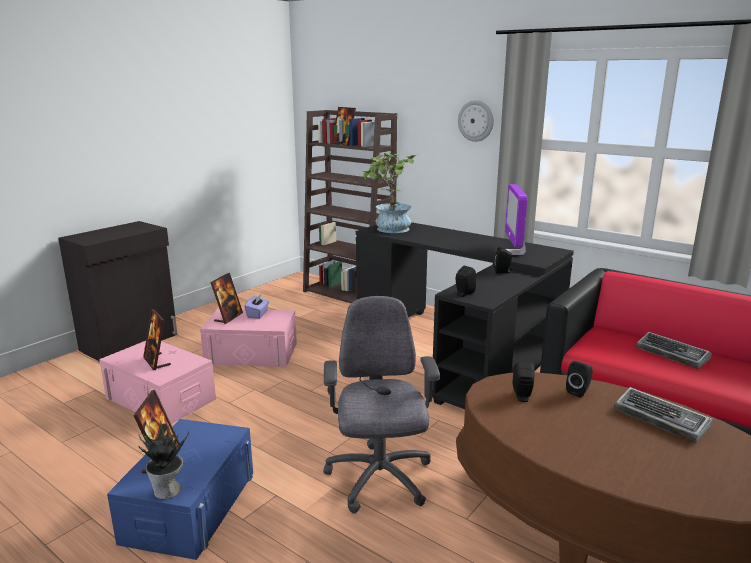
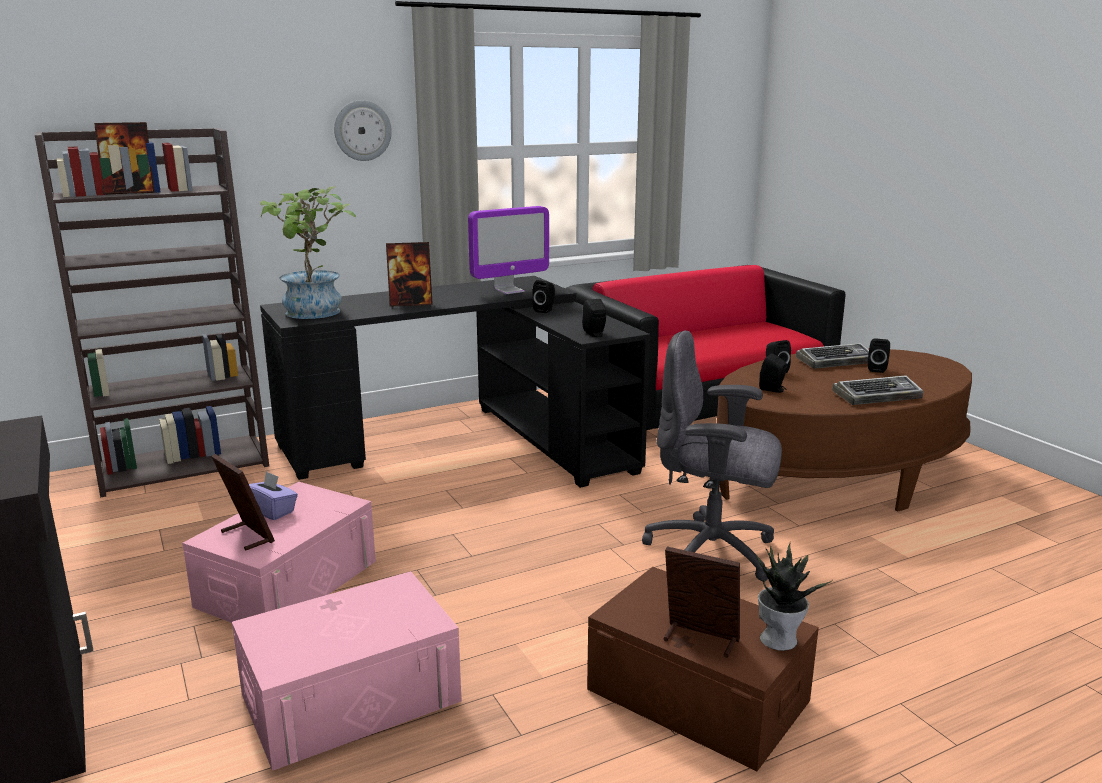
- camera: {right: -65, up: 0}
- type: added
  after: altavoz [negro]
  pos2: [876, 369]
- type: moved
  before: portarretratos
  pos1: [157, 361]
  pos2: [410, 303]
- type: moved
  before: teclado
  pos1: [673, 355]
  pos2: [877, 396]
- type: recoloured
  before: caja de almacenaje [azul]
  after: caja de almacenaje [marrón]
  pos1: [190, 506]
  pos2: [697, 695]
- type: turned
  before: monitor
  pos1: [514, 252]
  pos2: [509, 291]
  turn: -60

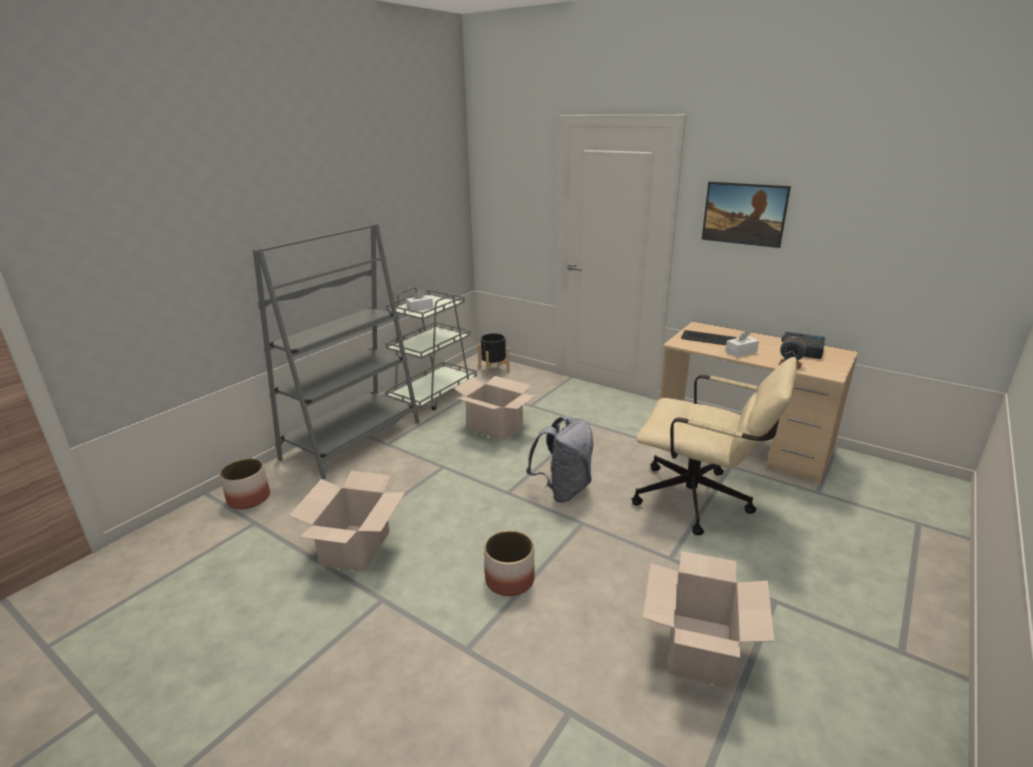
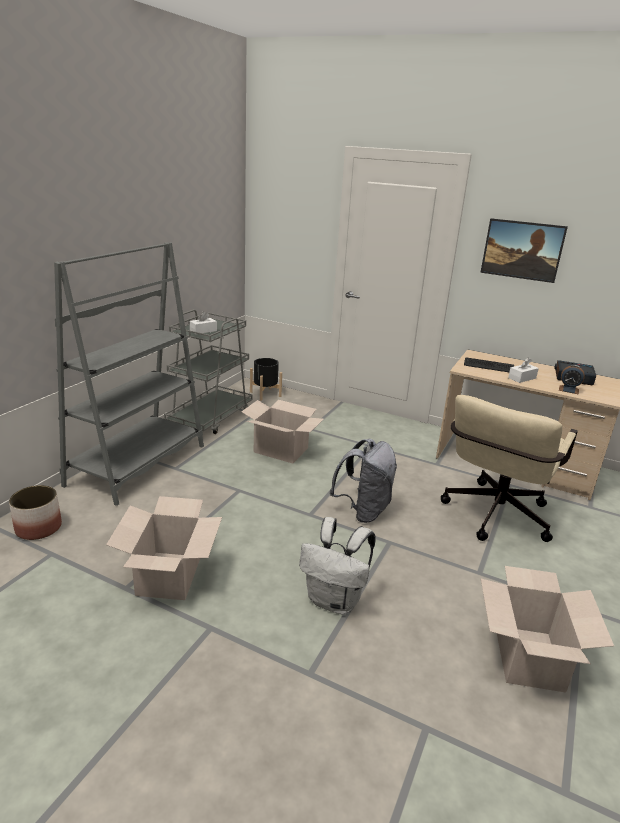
- camera: {right: -10, up: 0}
- type: replaced
  before: maceta
  after: mochila [blanco]
  pos1: [510, 579]
  pos2: [335, 600]
- type: turned
  before: silla de oficina [beis]
  pos1: [702, 501]
  pos2: [493, 518]
  turn: 105

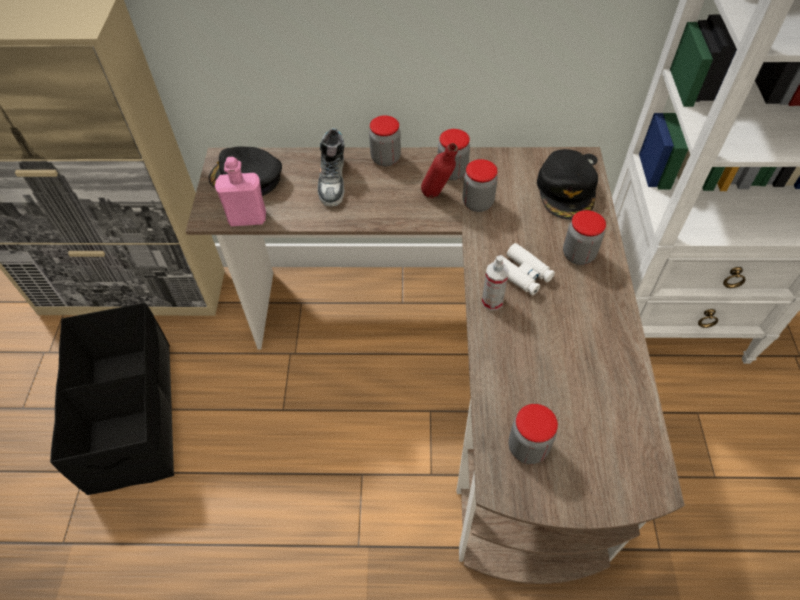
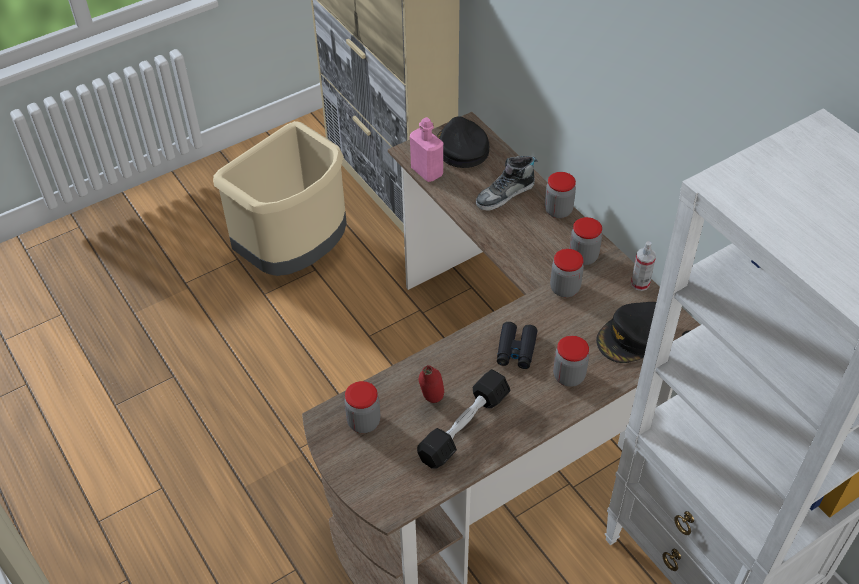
- camera: {right: 55, up: -5}
- type: added
  after: mancuerna [negro]
  pos2: [464, 427]
- type: moved
  before: botella [rojo]
  pos1: [438, 197]
  pos2: [432, 404]
- type: moved
  before: pulverizador
  pos1: [492, 301]
  pos2: [640, 283]
- type: replaced
  before: caja de almacenaje [negro]
  after: papelera [beis]
  pos1: [133, 415]
  pos2: [296, 254]
- type: recoloured
  before: prismáticos [blanco]
  after: prismáticos [negro]
  pos1: [522, 274]
  pos2: [516, 350]

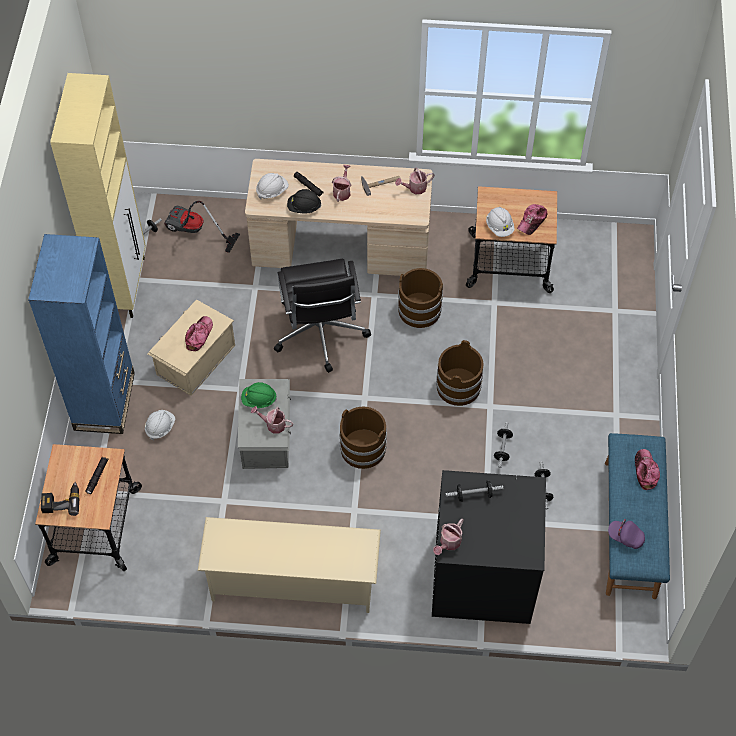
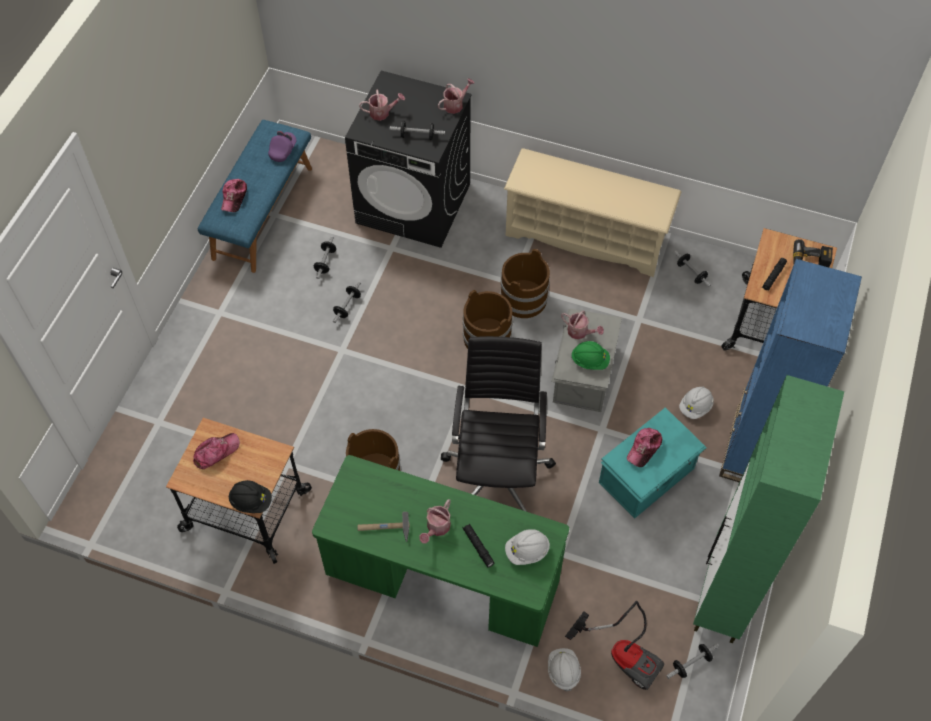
- camera: {right: -165, up: 0}
- type: added
  after: mancuerna
  pos2: [691, 273]
- type: moved
  before: casco [negro]
  pos1: [304, 207]
  pos2: [251, 501]
- type: moved
  before: regadera
  pos1: [414, 188]
  pos2: [382, 113]
- type: moved
  before: cubo [marrón]
  pos1: [458, 387]
  pos2: [523, 298]
- type: moved
  before: casco [blanco]
  pos1: [499, 227]
  pos2: [563, 671]
- type: recoloured
  before: armario [beis]
  after: armario [verde]
  pos1: [124, 285]
  pos2: [723, 595]
- type: recoloured
  before: caja de almacenaje [beis]
  after: caja de almacenaje [turquesa]
  pos1: [194, 359]
  pos2: [648, 476]
- type: recoloured
  before: escritorio [beis]
  after: escritorio [verde]
  pos1: [341, 250]
  pos2: [442, 579]
- type: turned
  before: gorra [morado]
  pos1: [625, 537]
  pos2: [283, 151]
  turn: -105

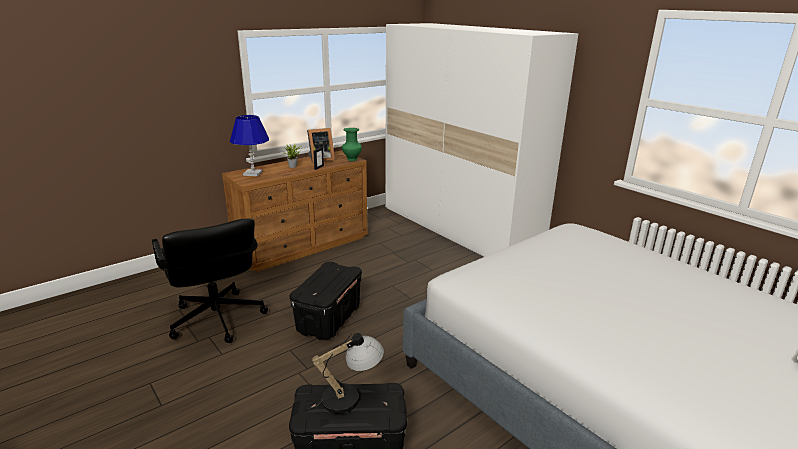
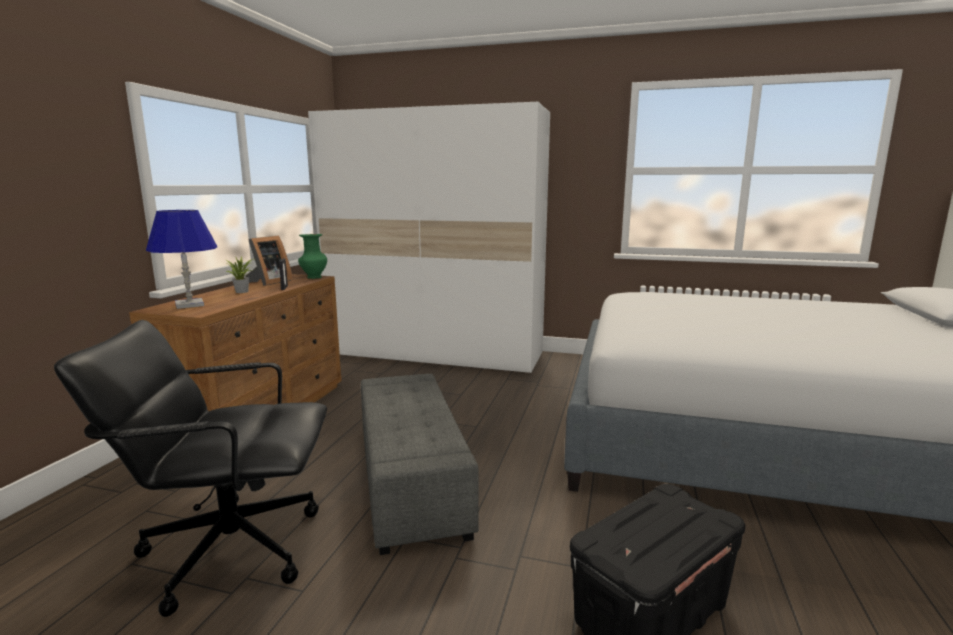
- camera: {right: -35, up: -10}
- type: removed
  before: lámpara de mesa
  pos1: [350, 396]
- type: replaced
  before: caja de almacenaje [negro]
  after: puf [gris]
  pos1: [329, 319]
  pos2: [410, 480]
- type: turned
  before: silla de oficina [negro]
  pos1: [217, 319]
  pos2: [230, 548]
  turn: 150

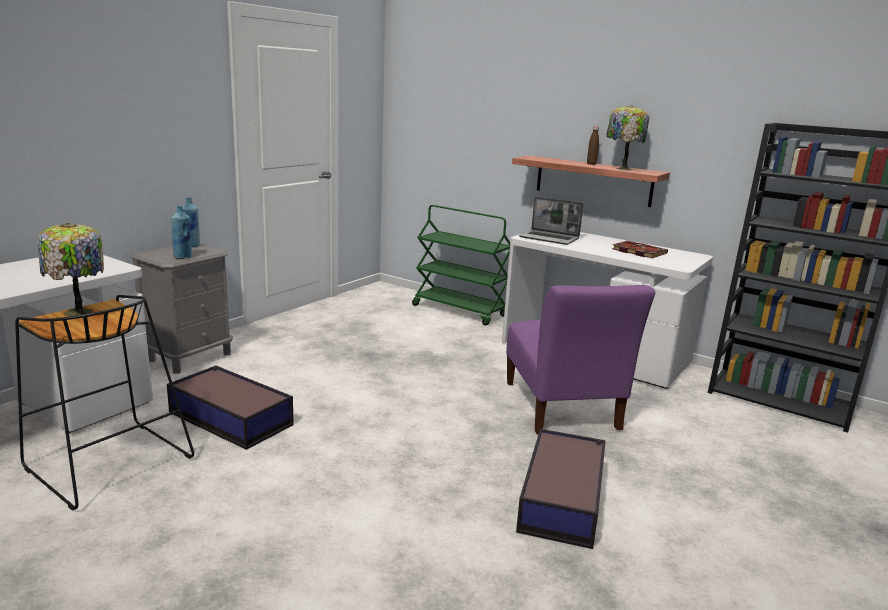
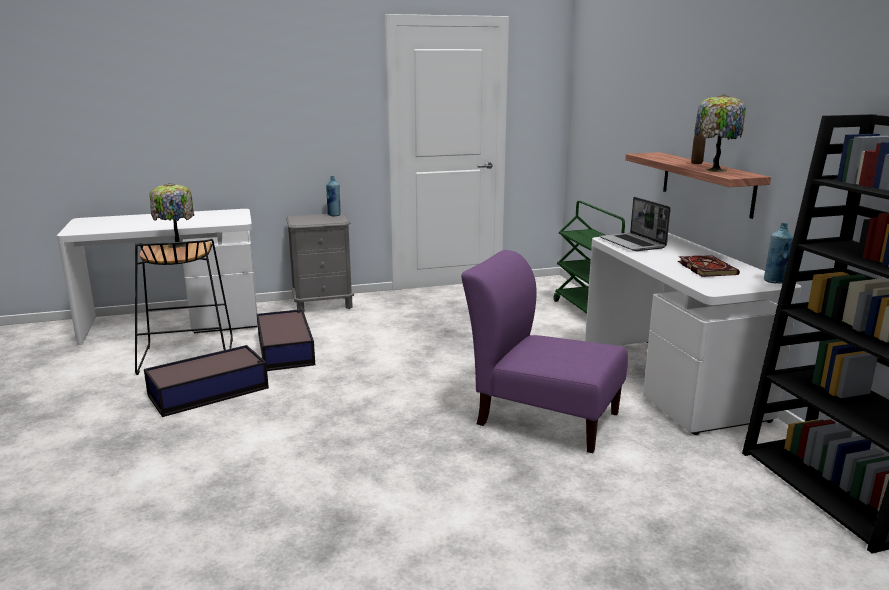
- camera: {right: 40, up: 0}
- type: moved
  before: botella [azul]
  pos1: [183, 257]
  pos2: [774, 281]
- type: moved
  before: caja de almacenaje
  pos1: [563, 498]
  pos2: [210, 391]
- type: turned
  before: silla [morado]
  pos1: [562, 408]
  pos2: [542, 417]
  turn: 90

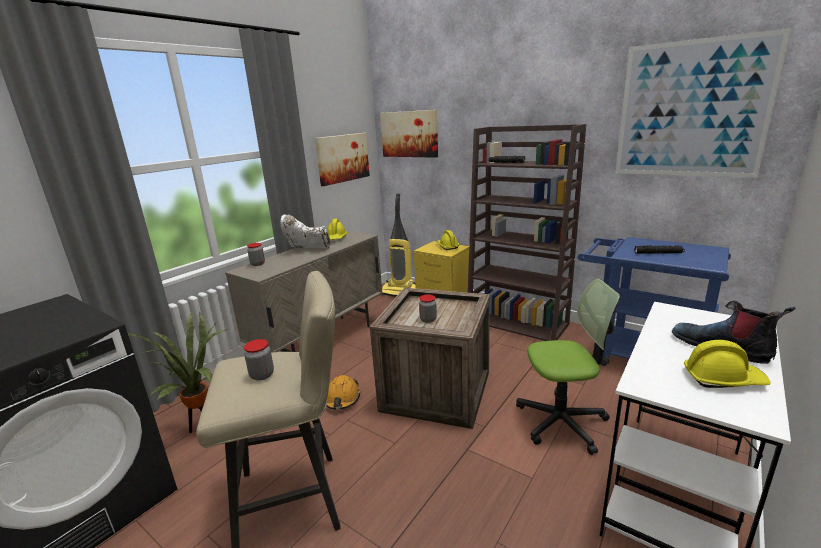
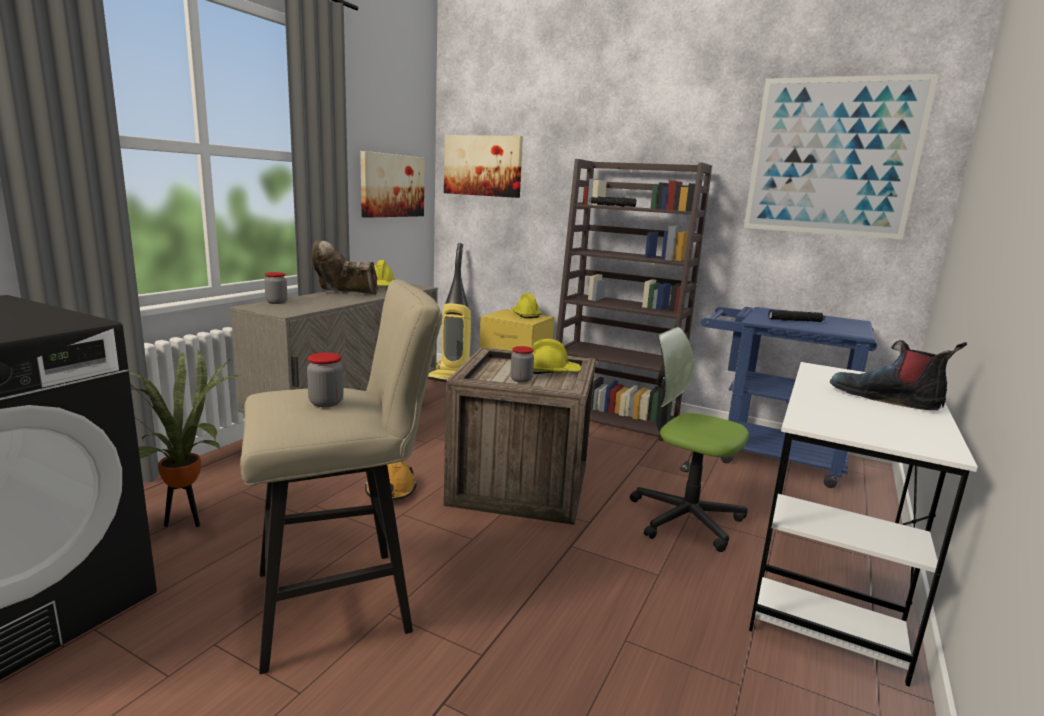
- camera: {right: -10, up: -5}
- type: moved
  before: casco [amarillo]
  pos1: [723, 379]
  pos2: [553, 371]
- type: recoloured
  before: bota [blanco]
  after: bota [marrón]
  pos1: [307, 250]
  pos2: [344, 294]
- type: turned
  before: silla de oficina
  pos1: [561, 421]
  pos2: [685, 518]
  turn: -135

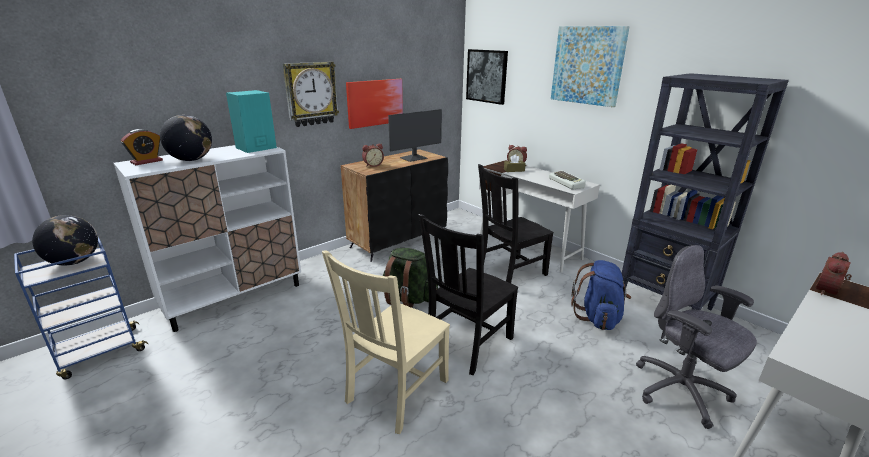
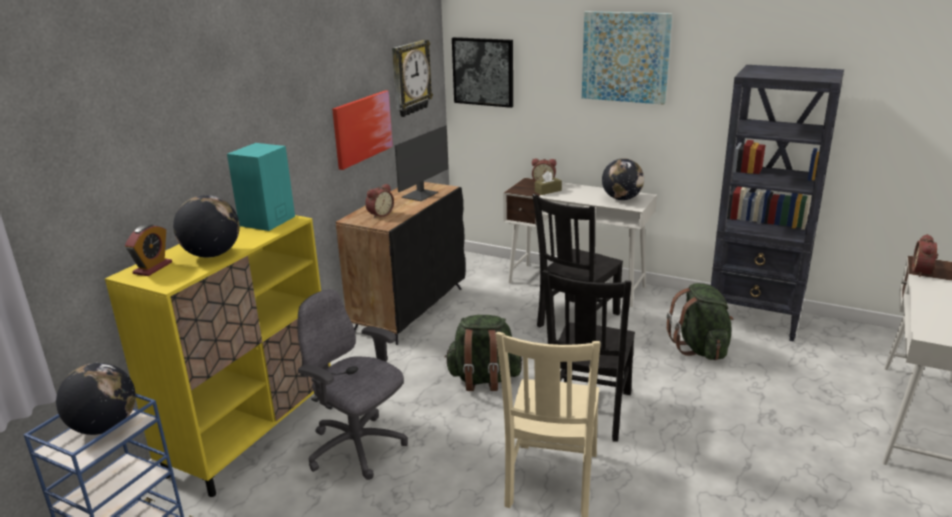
- camera: {right: -20, up: 0}
- type: moved
  before: reloj de pared
  pos1: [311, 94]
  pos2: [410, 78]
- type: moved
  before: silla de oficina [gris]
  pos1: [681, 392]
  pos2: [357, 449]
- type: replaced
  before: teclado
  after: globo terráqueo
  pos1: [567, 183]
  pos2: [622, 199]
- type: recoloured
  before: armario [blanco]
  after: armario [amarillo]
  pos1: [234, 297]
  pos2: [252, 433]
- type: recoloured
  before: mochila [azul]
  after: mochila [verde]
  pos1: [598, 317]
  pos2: [700, 348]

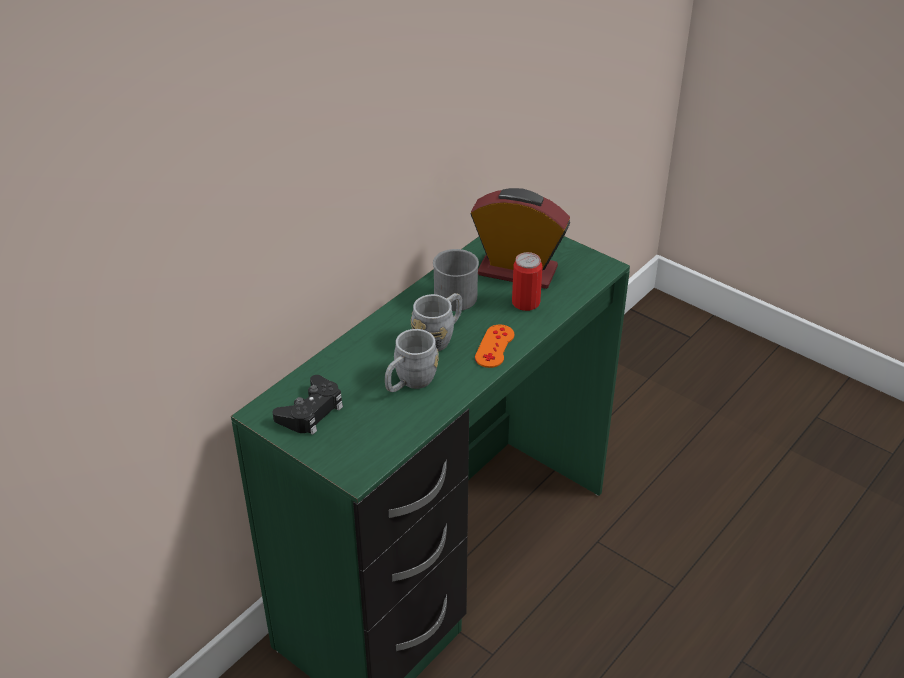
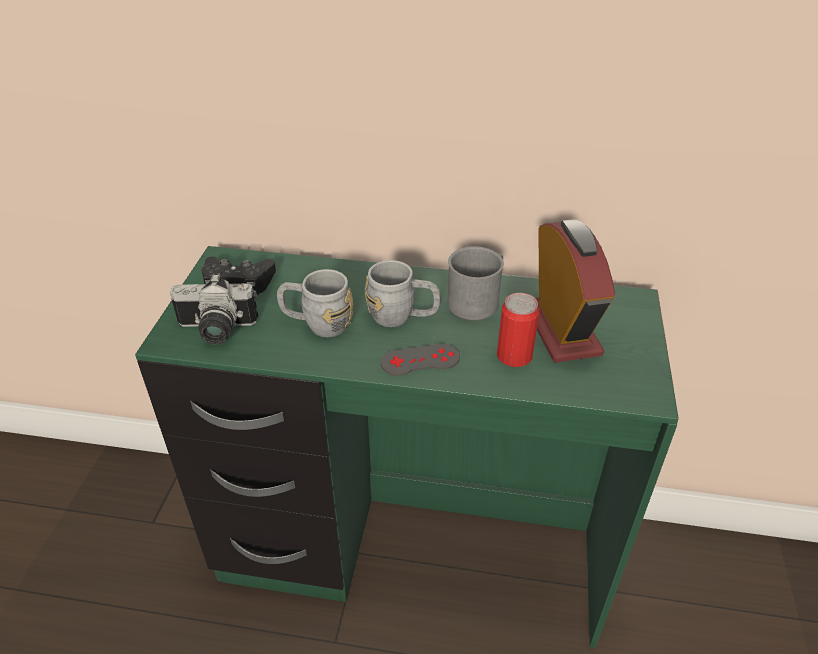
- camera: {right: 60, up: 0}
- type: added
  after: cámara
  pos2: [215, 331]
- type: recoloured
  before: mando de consola [naranja]
  after: mando de consola [gris]
  pos1: [494, 346]
  pos2: [420, 360]

